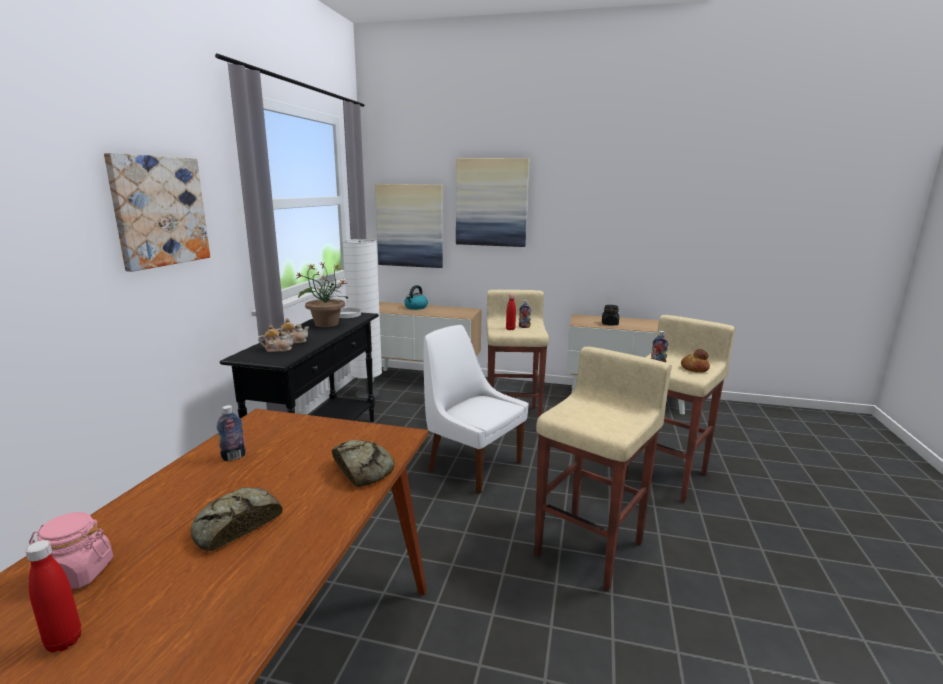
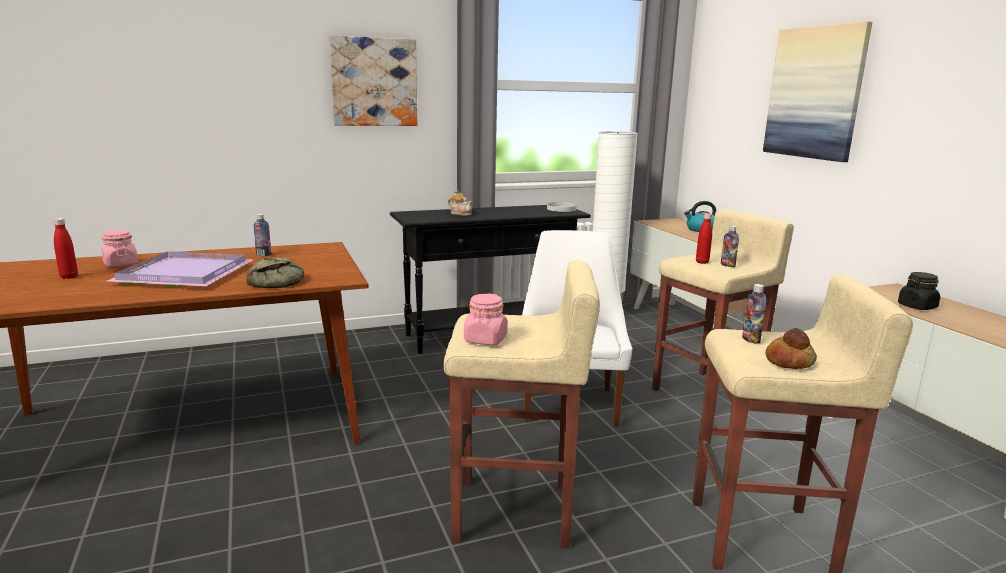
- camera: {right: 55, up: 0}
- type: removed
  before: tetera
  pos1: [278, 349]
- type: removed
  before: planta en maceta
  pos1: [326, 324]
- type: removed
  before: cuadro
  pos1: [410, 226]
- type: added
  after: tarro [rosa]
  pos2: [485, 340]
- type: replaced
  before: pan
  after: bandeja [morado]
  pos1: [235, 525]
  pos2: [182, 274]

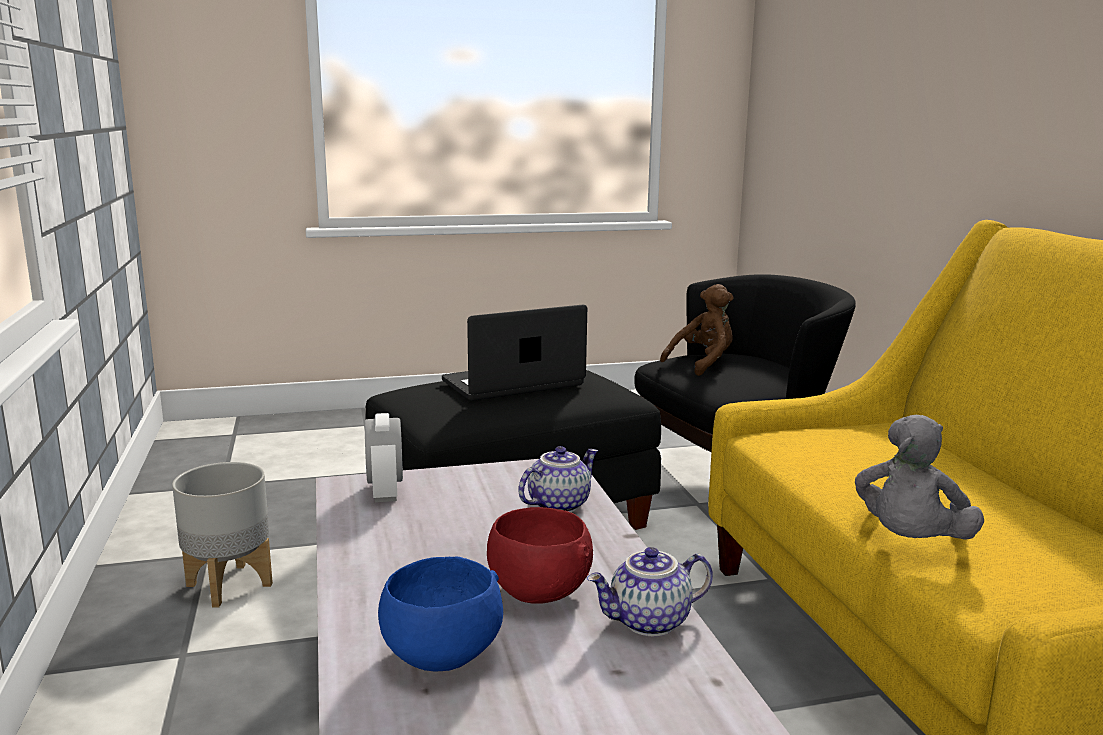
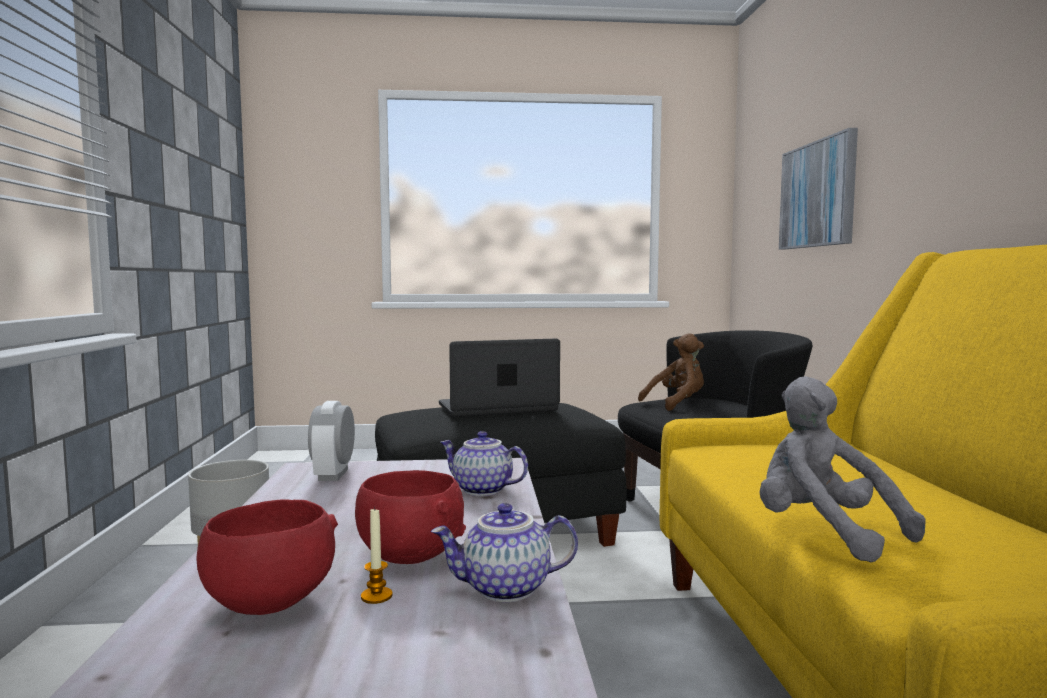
- camera: {right: 10, up: -10}
- type: added
  after: vela
  pos2: [376, 596]
- type: added
  after: cuadro
  pos2: [818, 194]
- type: recoloured
  before: cuenco [azul]
  after: cuenco [rojo]
  pos1: [439, 656]
  pos2: [267, 602]
- type: turned
  before: tetera
  pos1: [558, 504]
  pos2: [481, 490]
  turn: -120
- type: turned
  before: peluche [gris]
  pos1: [909, 542]
  pos2: [823, 532]
  turn: 105

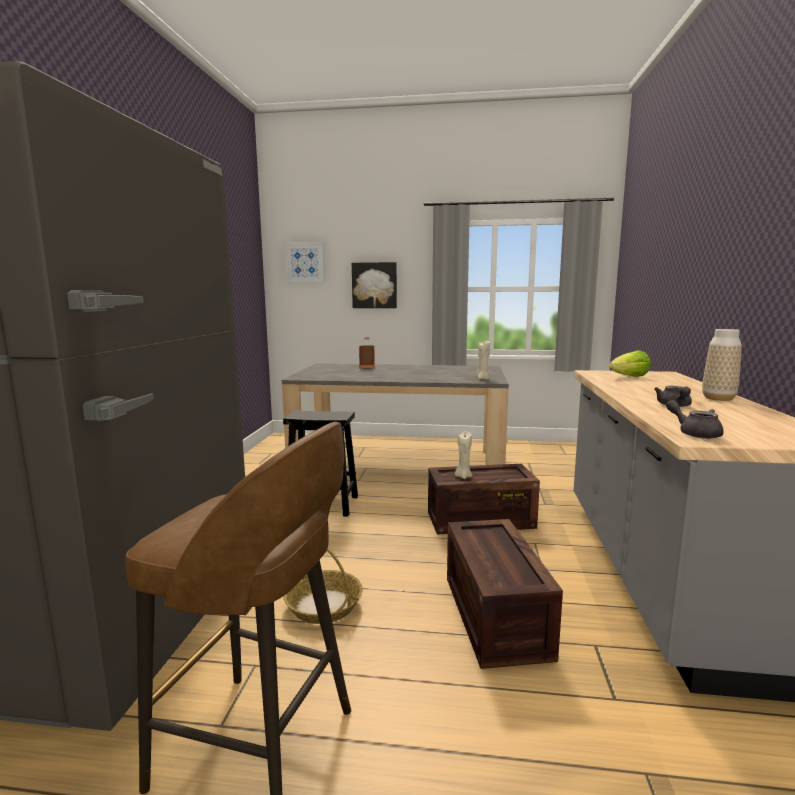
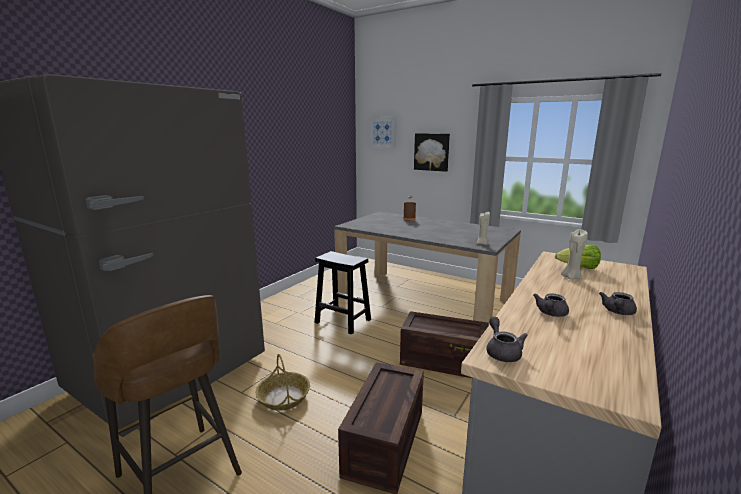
- camera: {right: 25, up: 5}
- type: moved
  before: vela [beis]
  pos1: [463, 476]
  pos2: [571, 277]
- type: replaced
  before: florero
  after: tetera [gris]
  pos1: [718, 398]
  pos2: [617, 312]

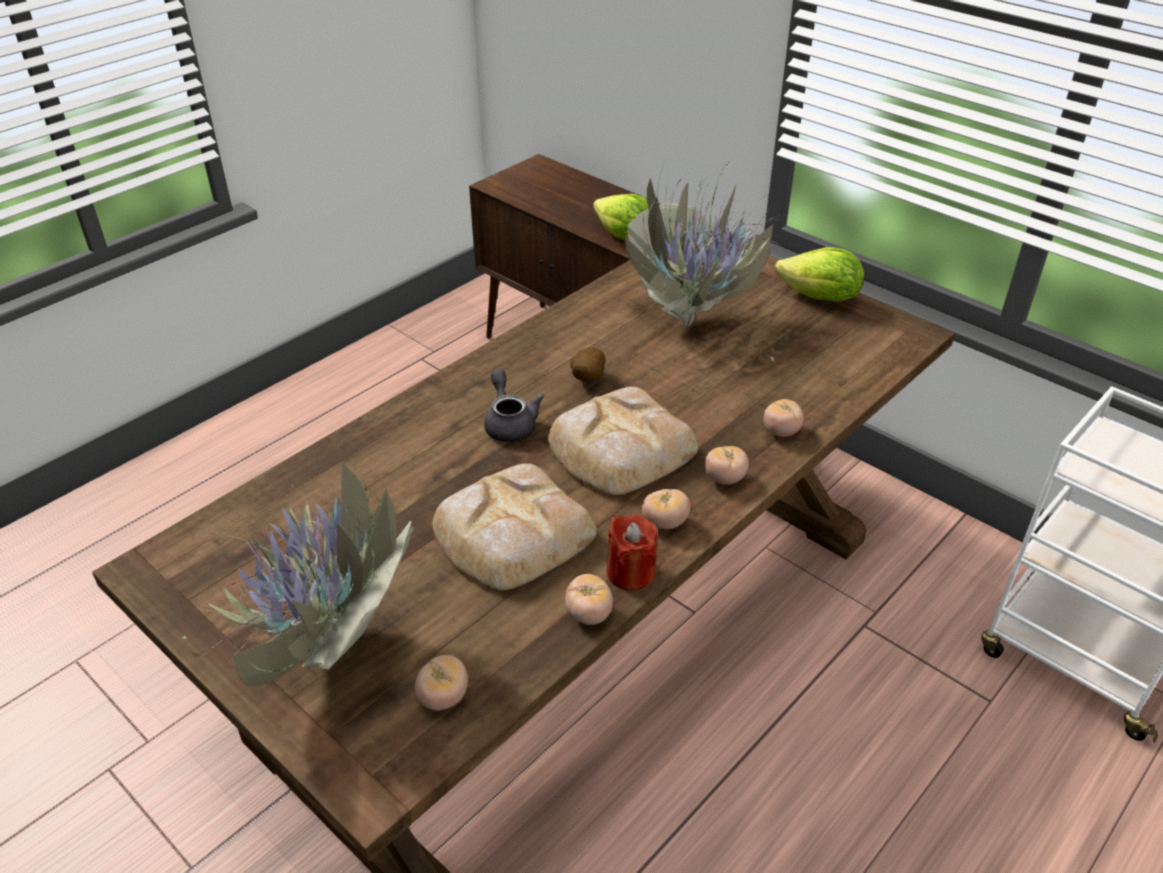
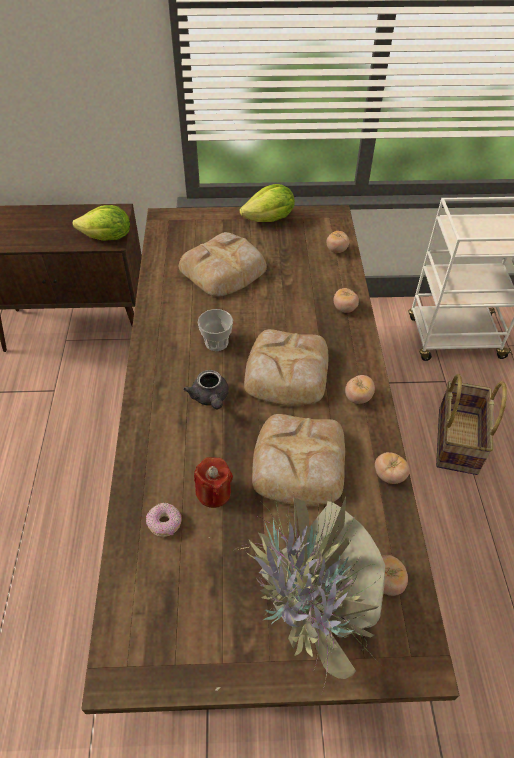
- camera: {right: -45, up: 10}
- type: added
  after: rosquilla
  pos2: [165, 523]
- type: added
  after: cesta
  pos2: [459, 441]
- type: moved
  before: vela [rojo]
  pos1: [630, 572]
  pos2: [214, 493]
- type: moved
  before: tomate
  pos1: [724, 478]
  pos2: [336, 250]
- type: replaced
  before: patata
  after: taza
  pos1: [586, 380]
  pos2: [216, 342]
- type: replaced
  before: planta en maceta
  after: pan
  pos1: [693, 320]
  pos2: [225, 269]
- type: turned
  before: tetera [gris]
  pos1: [510, 423]
  pos2: [210, 398]
  turn: -135

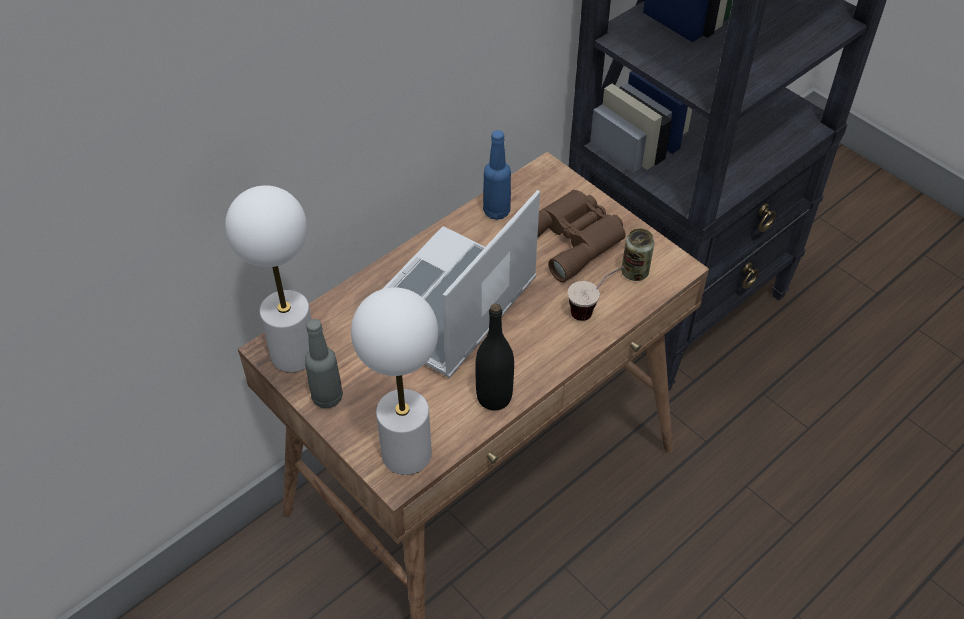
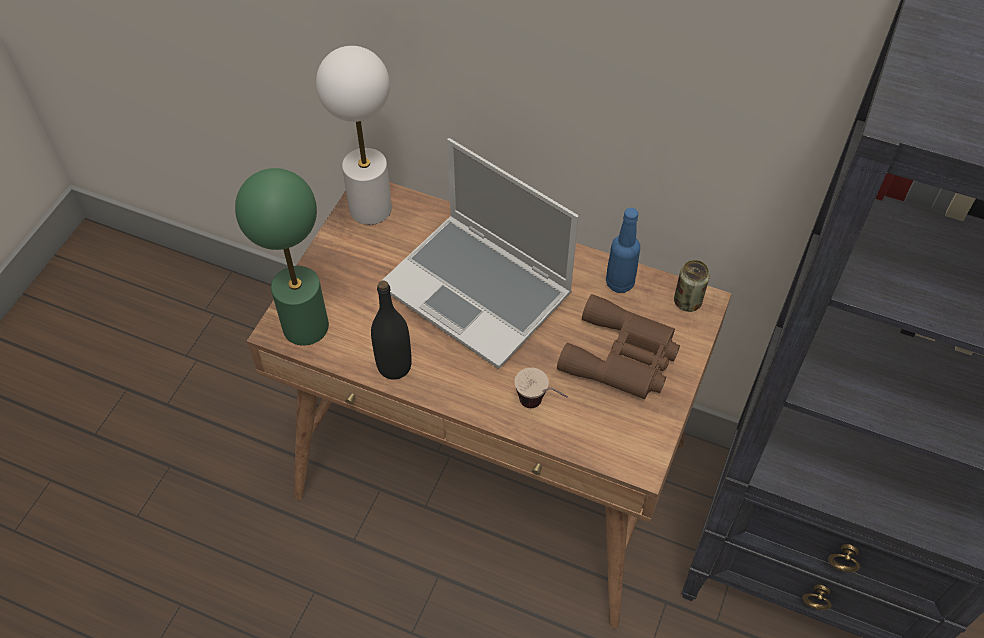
- camera: {right: 65, up: 5}
- type: removed
  before: botella [gris]
  pos1: [327, 397]
- type: moved
  before: lata
  pos1: [634, 272]
  pos2: [687, 301]
- type: recoloured
  before: lámpara de mesa [blanco]
  after: lámpara de mesa [verde]
  pos1: [406, 453]
  pos2: [306, 326]
- type: turned
  before: portátil
  pos1: [447, 306]
  pos2: [479, 291]
  turn: -150

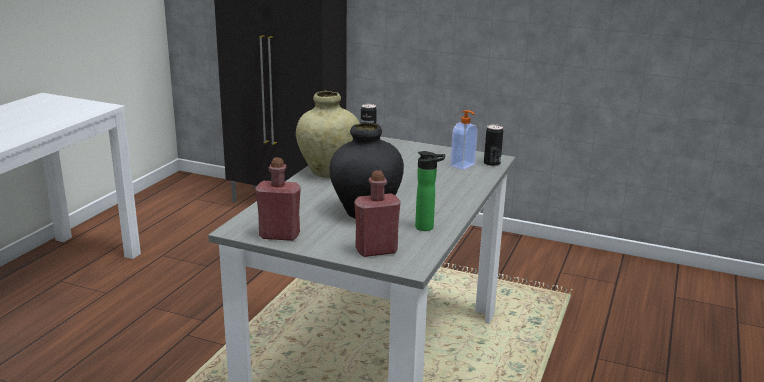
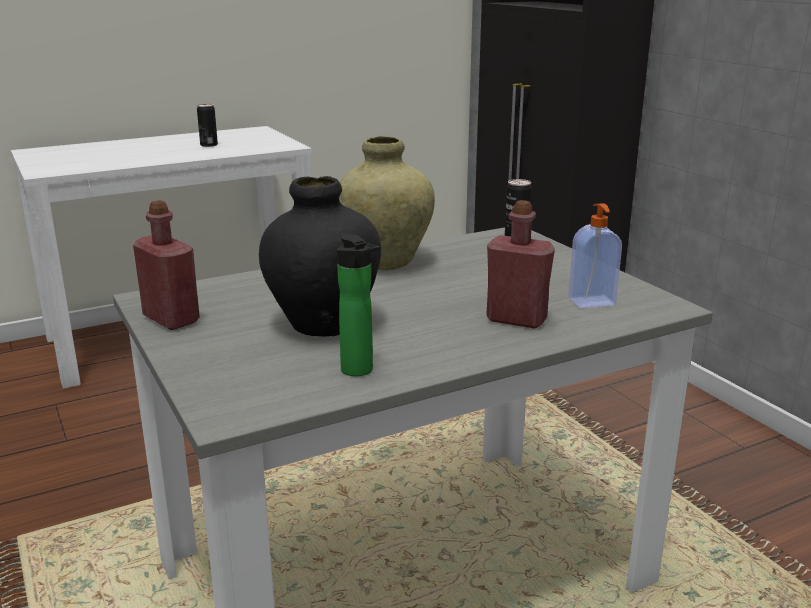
- camera: {right: 40, up: 0}
- type: moved
  before: botella [rojo]
  pos1: [376, 250]
  pos2: [516, 319]
- type: moved
  before: lata
  pos1: [492, 163]
  pos2: [209, 145]

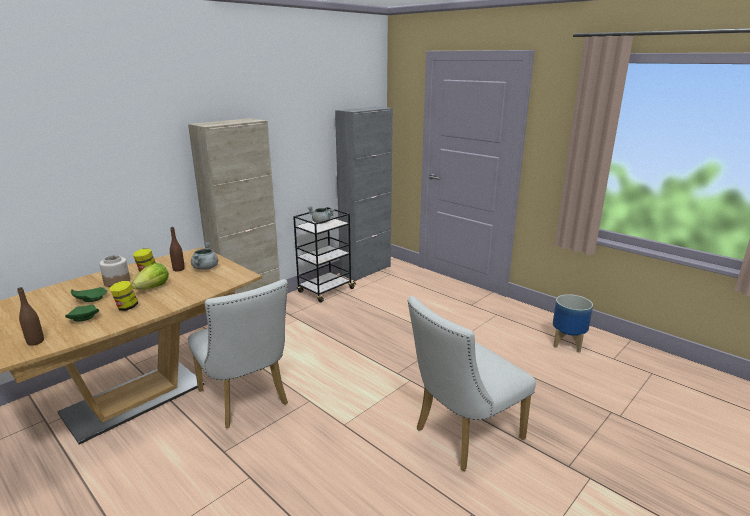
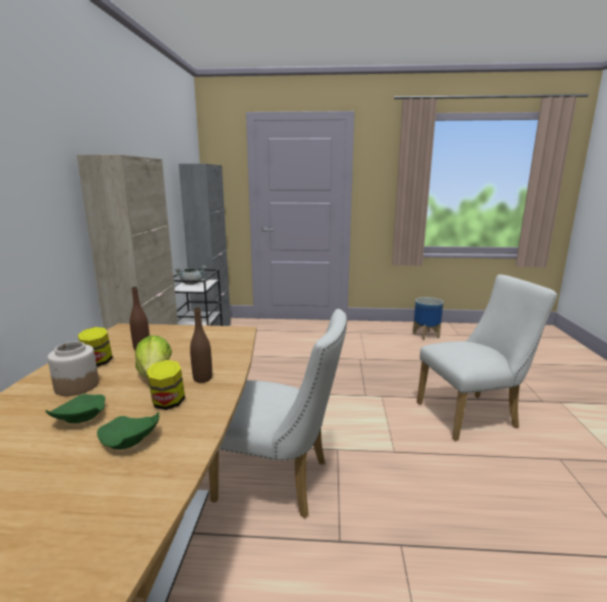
- camera: {right: -40, up: -5}
- type: removed
  before: olla [gris]
  pos1: [205, 268]
- type: moved
  before: botella [marrón]
  pos1: [35, 342]
  pos2: [202, 378]
- type: turned
  before: silla [blanco]
  pos1: [462, 436]
  pos2: [472, 415]
  turn: -120

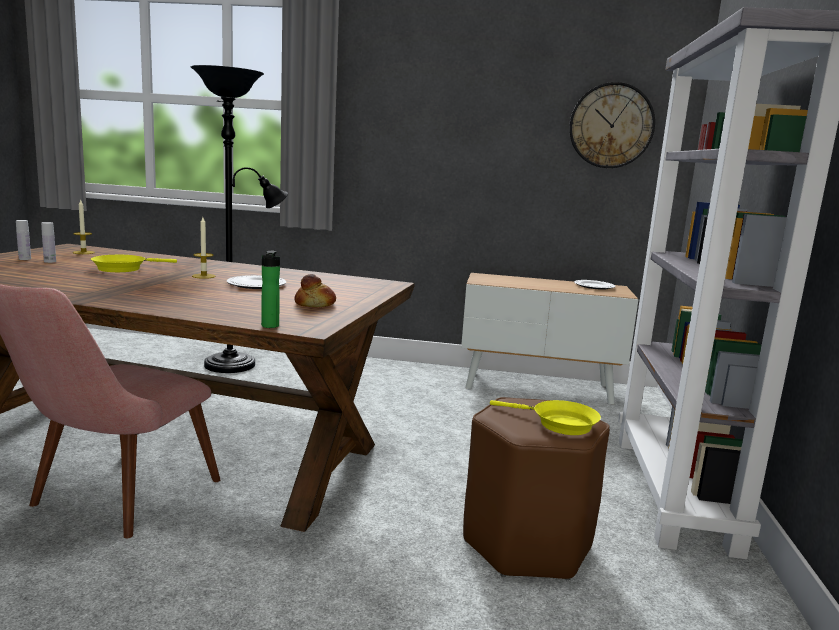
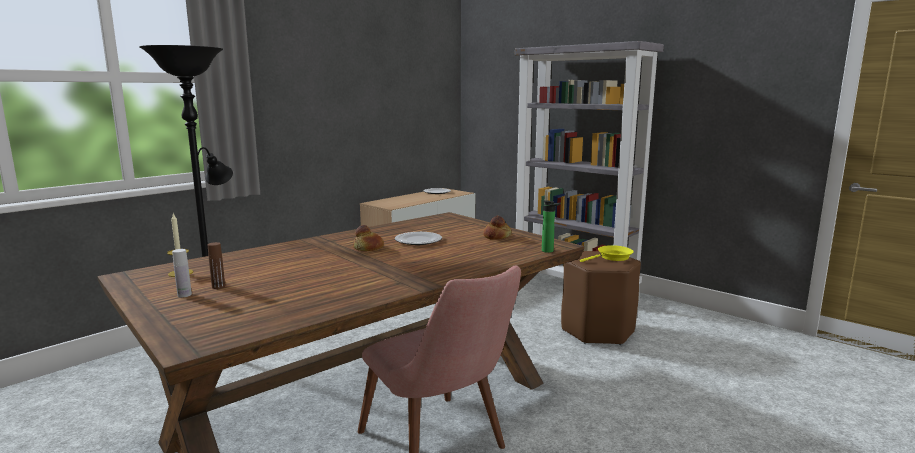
- camera: {right: -55, up: 0}
- type: removed
  before: sartén [amarillo]
  pos1: [123, 268]
- type: removed
  before: reloj de pared
  pos1: [611, 126]
- type: replaced
  before: vela
  after: pan
  pos1: [203, 276]
  pos2: [368, 248]
- type: recoloured
  before: botella [blanco]
  after: botella [marrón]
  pos1: [50, 261]
  pos2: [218, 286]

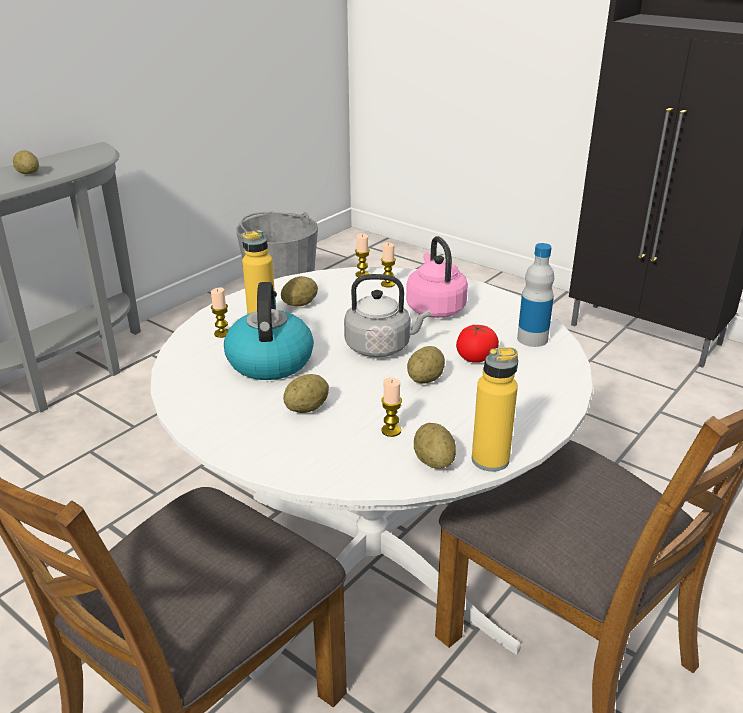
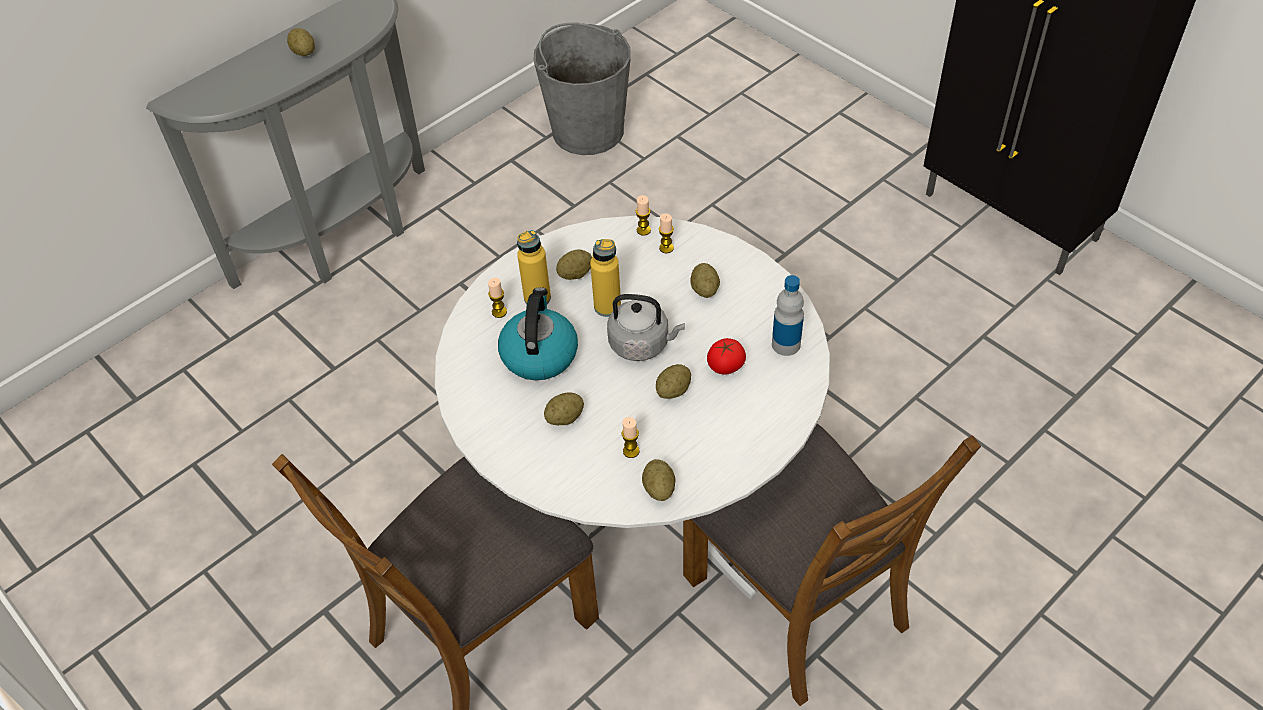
- camera: {right: 10, up: 20}
- type: moved
  before: botella [amarillo]
  pos1: [490, 460]
  pos2: [607, 306]
- type: replaced
  before: hervidor [rosa]
  after: patata
  pos1: [434, 307]
  pos2: [704, 289]

